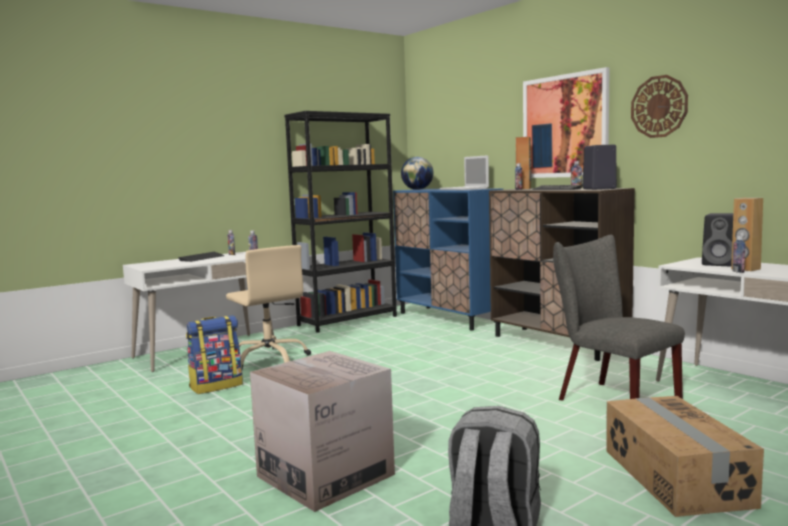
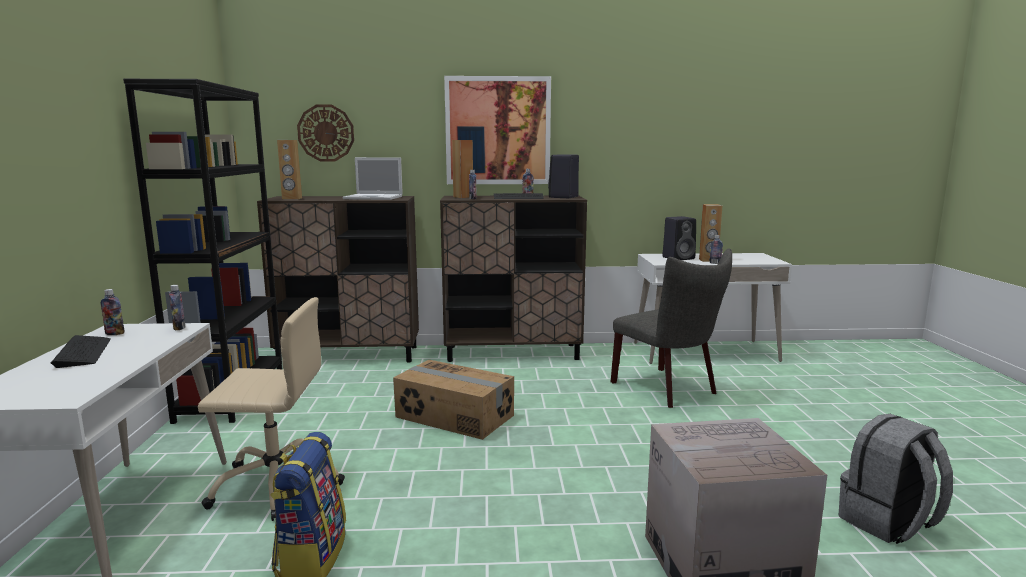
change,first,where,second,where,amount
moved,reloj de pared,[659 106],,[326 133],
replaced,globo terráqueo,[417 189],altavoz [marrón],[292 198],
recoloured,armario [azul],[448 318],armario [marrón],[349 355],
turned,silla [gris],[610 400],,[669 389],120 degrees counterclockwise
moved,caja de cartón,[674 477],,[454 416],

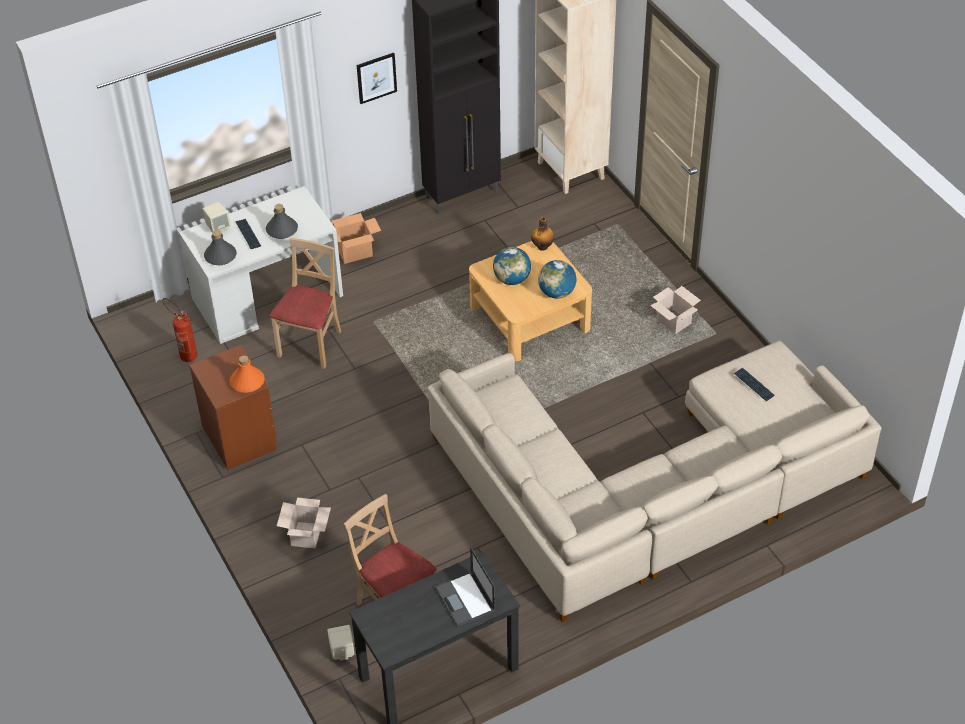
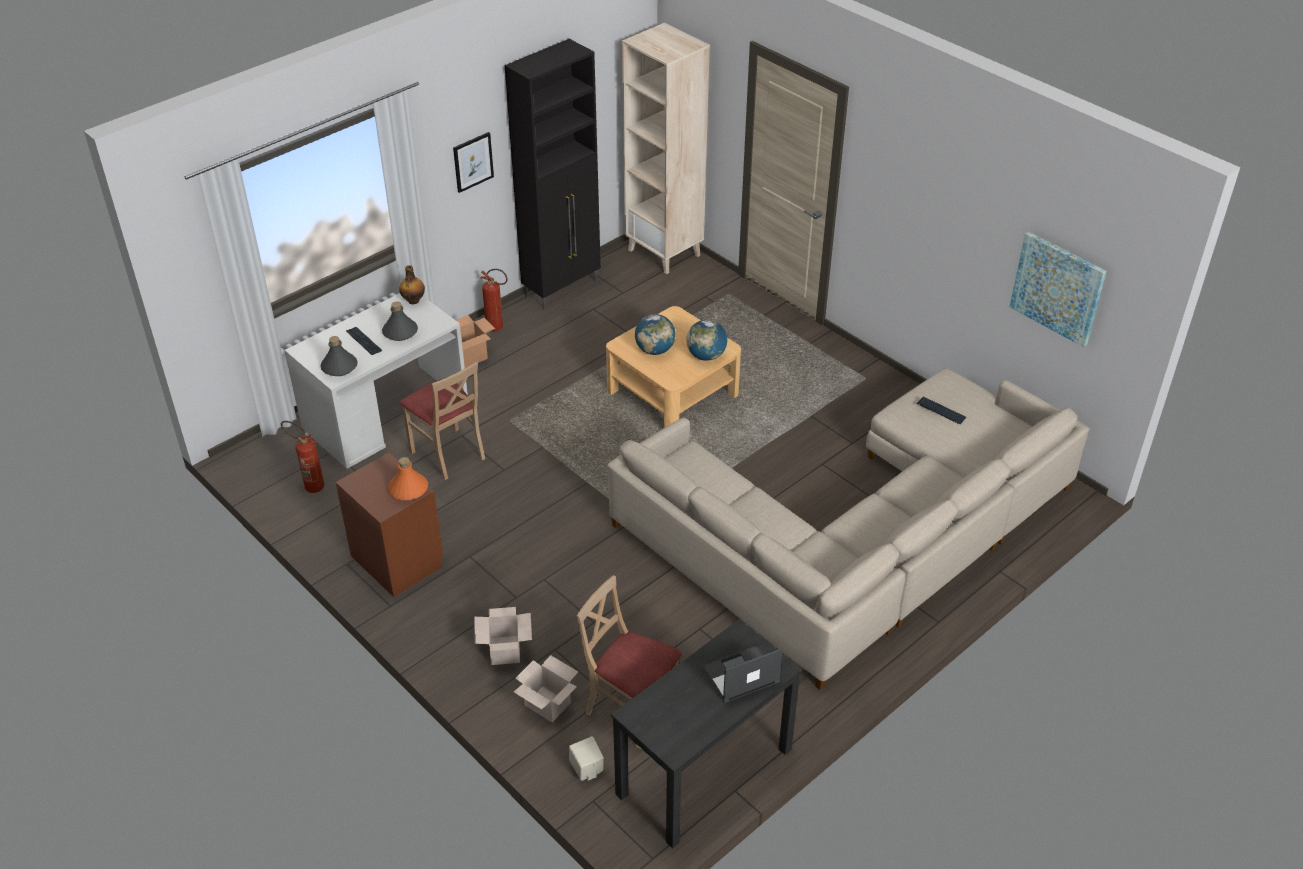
change,first,where,second,where,amount
removed,altavoz [beis],[218 227],,,
moved,botella,[542 246],,[413 300],
turned,silla [beis],[311 344],,[448 453],135 degrees clockwise
moved,caja de cartón,[674 322],,[549 704],
turned,portátil,[465 600],,[739 675],105 degrees clockwise
added,,,cuadro,[1057 288],
added,,,extintor,[498 328],

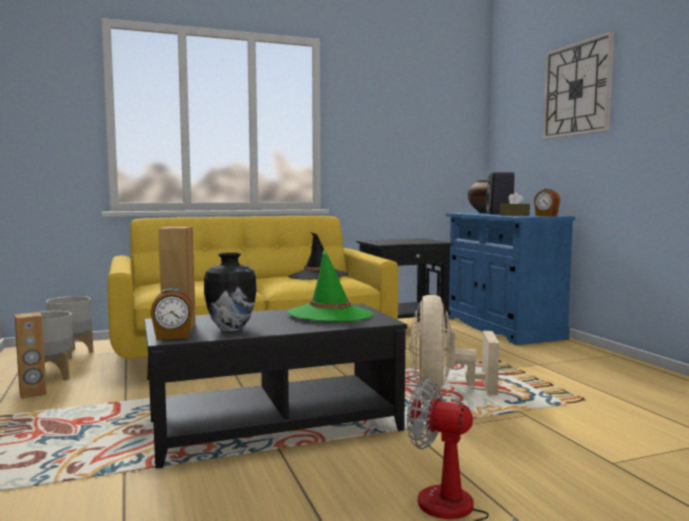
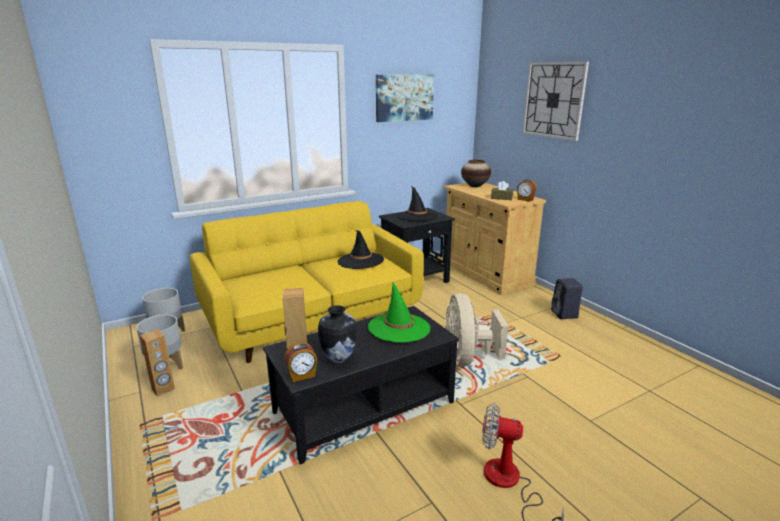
change,first,where,second,where,amount
moved,altavoz [negro],[500 214],,[565 314],
recoloured,armario [azul],[502 327],armario [beis],[485 273],
added,,,cuadro,[404 97],
added,,,sombrero [negro],[417 216],

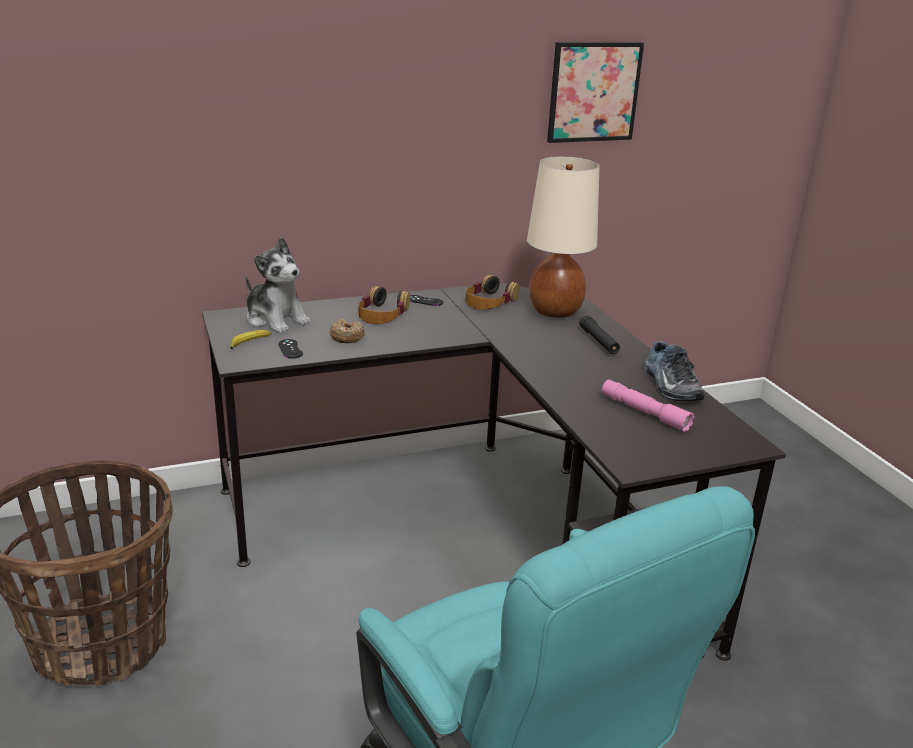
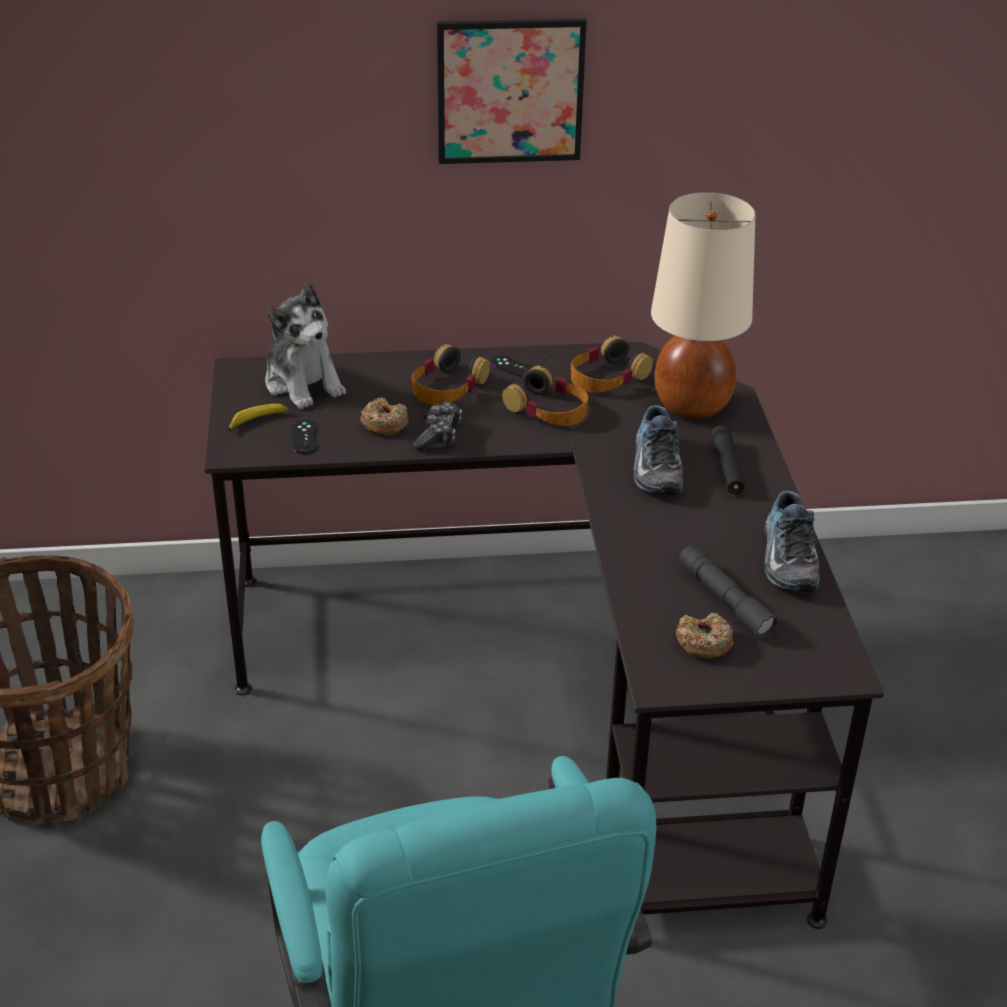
change,first,where,second,where,amount
moved,cuadro,[594 92],,[510 91],
recoloured,linterna [rosa],[644 412],linterna [gris],[725 600],
added,,,auriculares,[548 409],
added,,,mando de consola,[438 435],
added,,,zapato,[654 467],
added,,,rosquilla,[703 643],

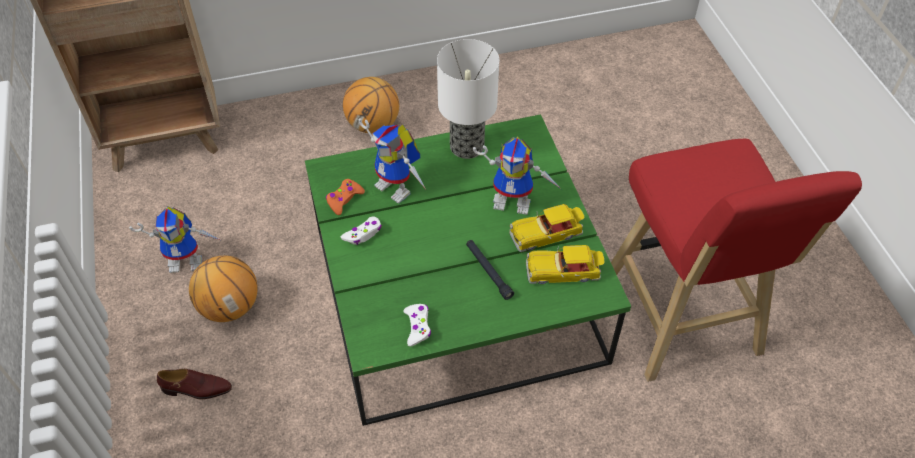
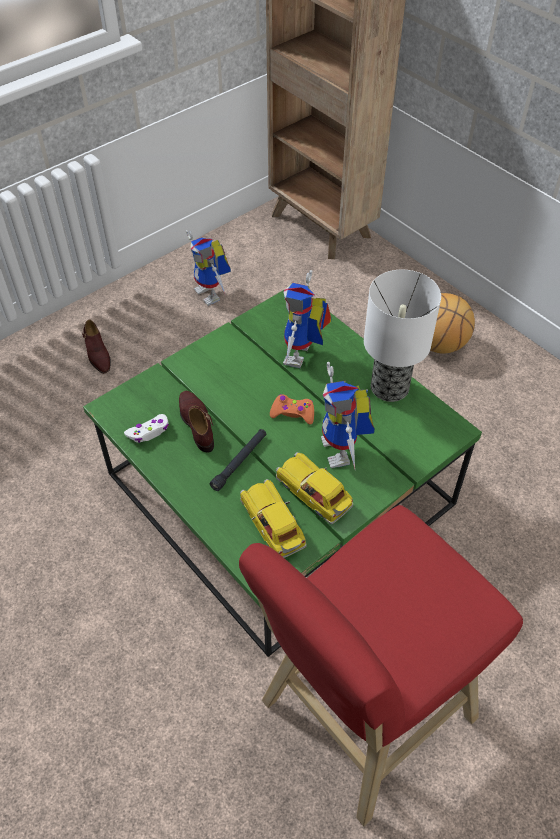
change,first,where,second,where,amount
moved,mando de consola [naranja],[344 199],,[293 413],
removed,mando de consola [blanco],[363 234],,,
removed,balón de baloncesto,[229 306],,,
added,,,zapato [marrón],[197 424],

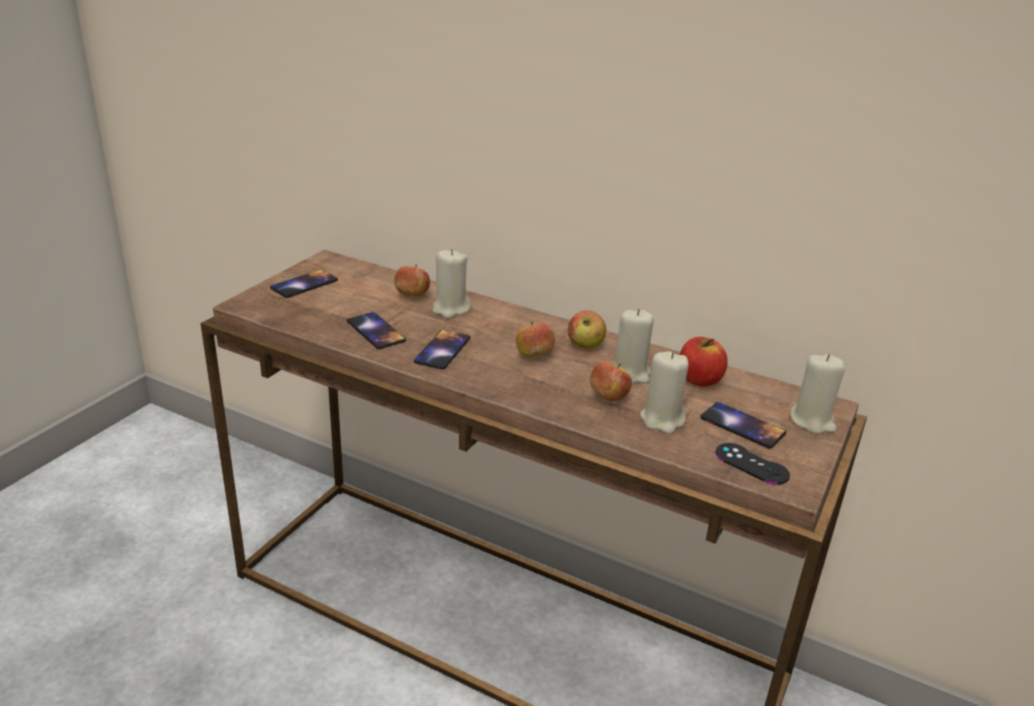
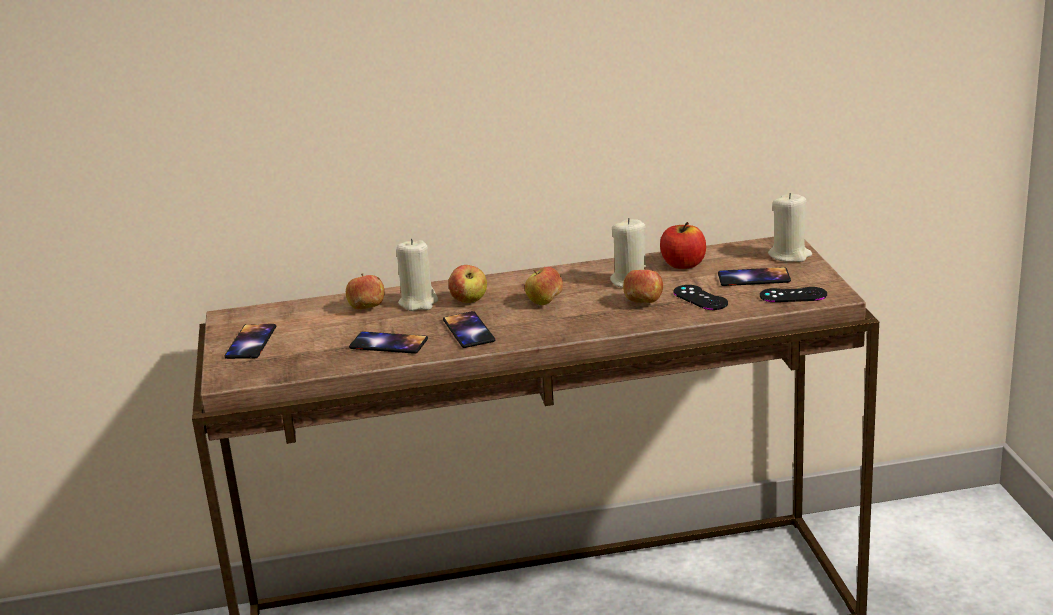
change,first,where,second,where,amount
moved,manzana,[585 346],,[469 301],
replaced,vela [beis],[662 420],mando de consola [negro],[700 298],

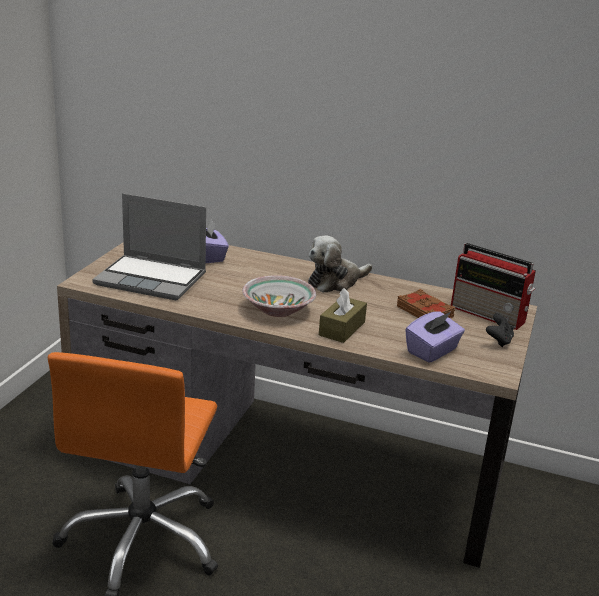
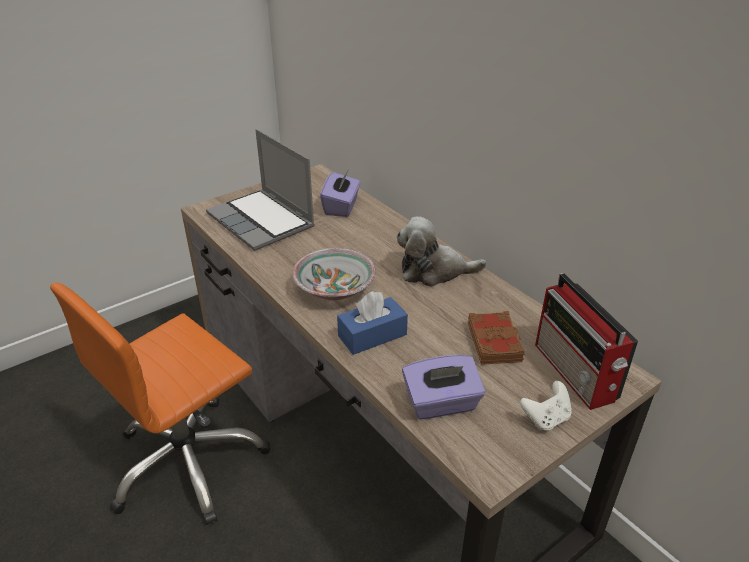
change,first,where,second,where,amount
recoloured,caja de pañuelos [marrón],[342 329],caja de pañuelos [azul],[372 335],
recoloured,mando de consola [negro],[498 341],mando de consola [blanco],[546 418],

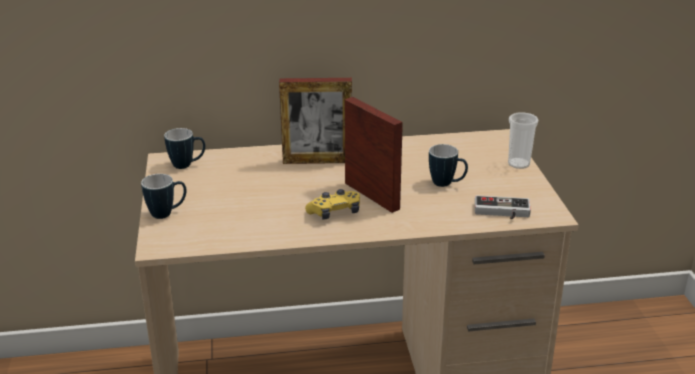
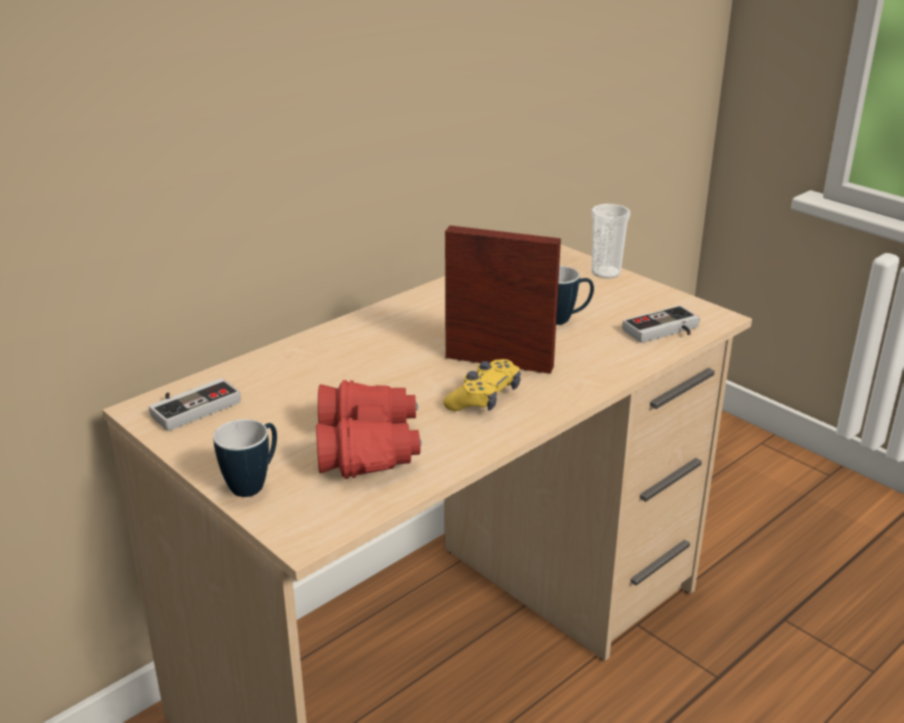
change,first,where,second,where,amount
removed,portarretratos,[317 161],,,
replaced,taza grande,[187 165],mando de consola,[192 406],
added,,,prismáticos [rojo],[369 447],

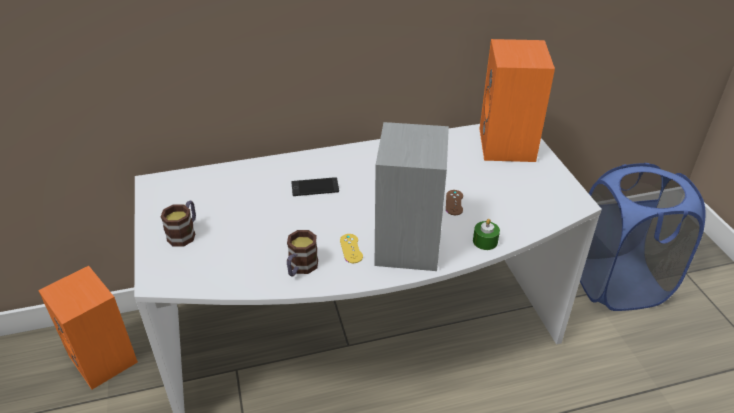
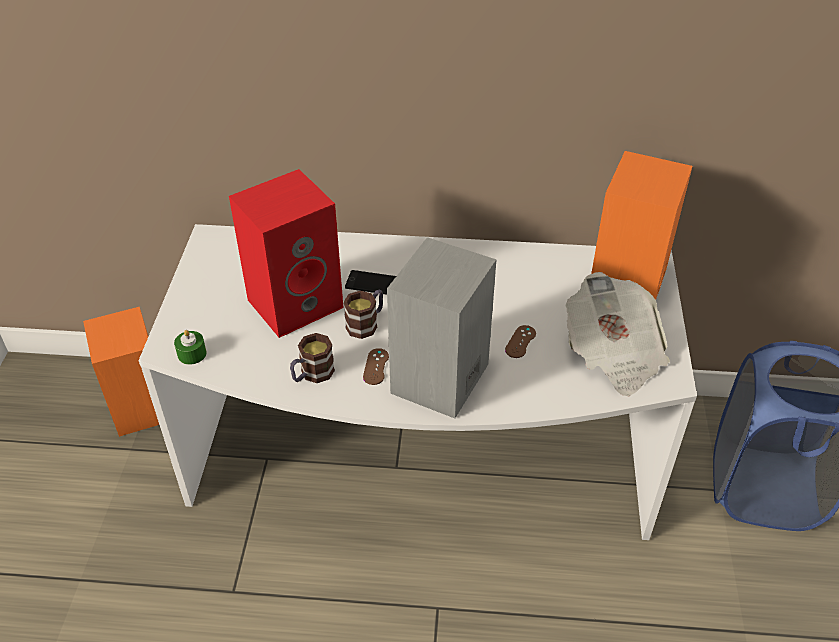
change,first,where,second,where,amount
moved,taza grande,[185 233],,[366 323],
moved,vela [verde],[485 241],,[192 354],
recoloured,mando de consola [amarillo],[351 248],mando de consola [marrón],[376 366],
added,,,altavoz [rojo],[296 302],
added,,,periódico,[613 354],

